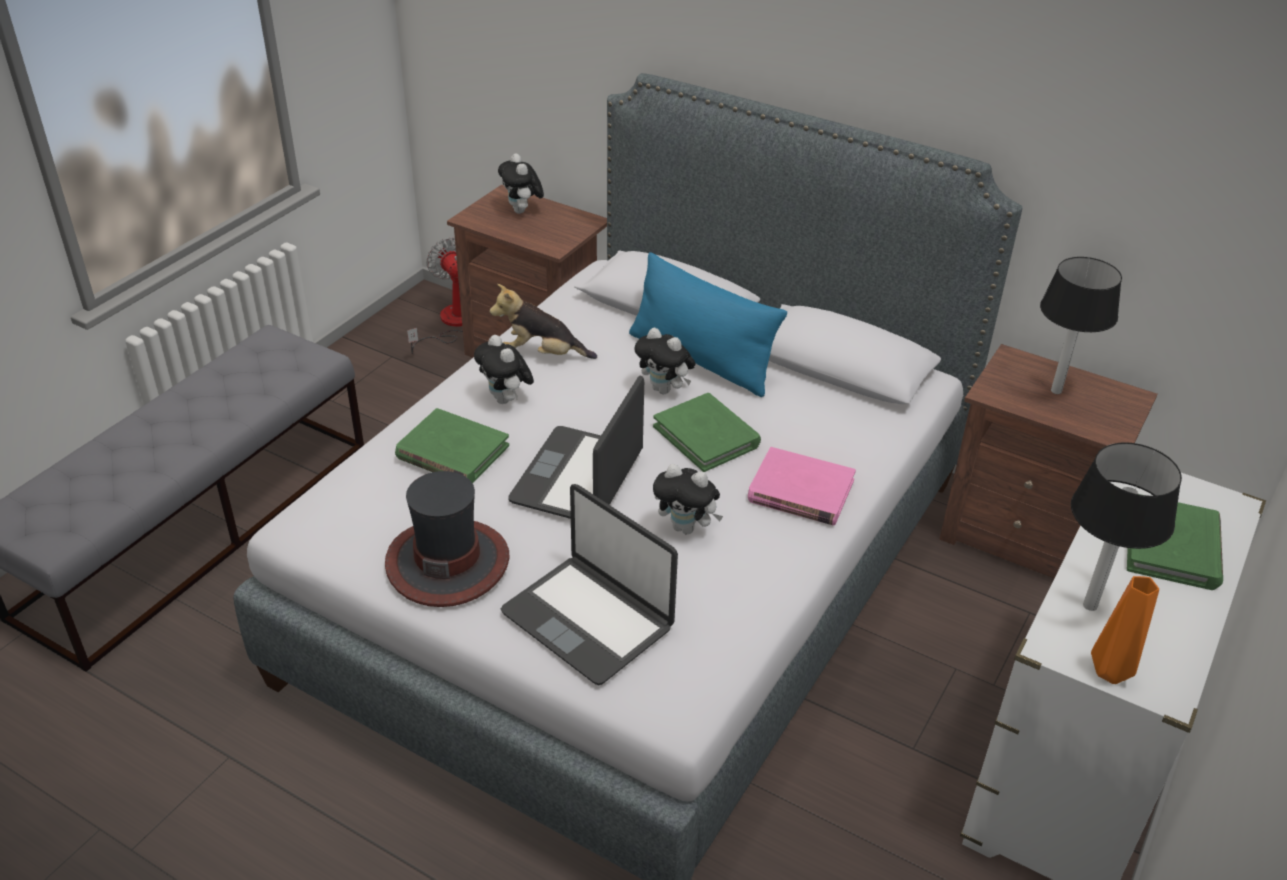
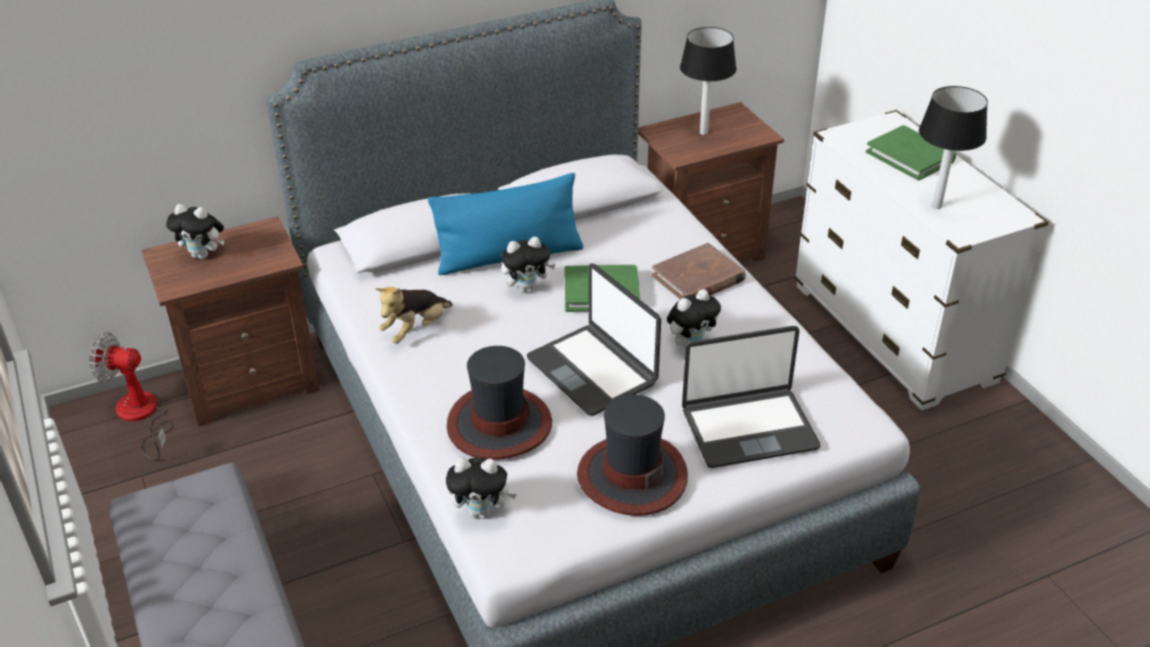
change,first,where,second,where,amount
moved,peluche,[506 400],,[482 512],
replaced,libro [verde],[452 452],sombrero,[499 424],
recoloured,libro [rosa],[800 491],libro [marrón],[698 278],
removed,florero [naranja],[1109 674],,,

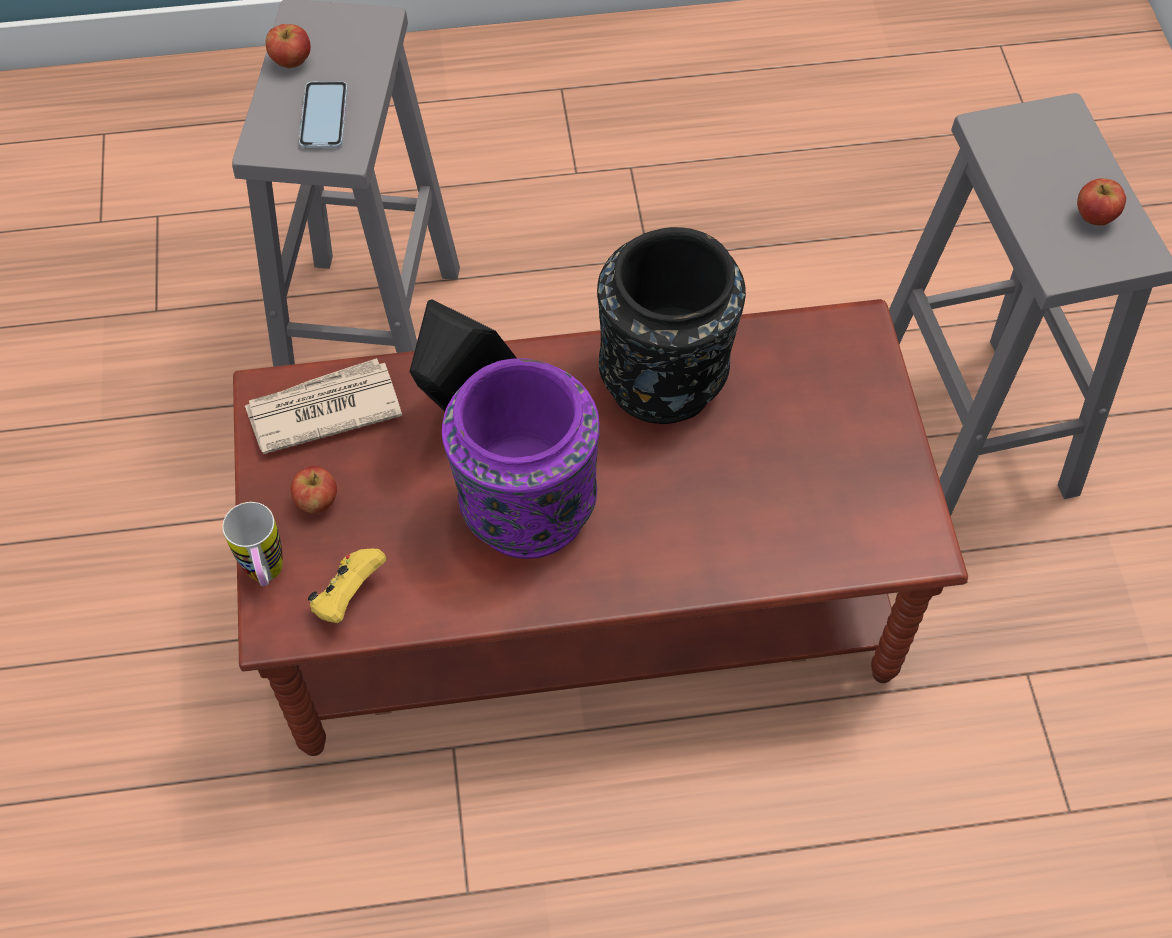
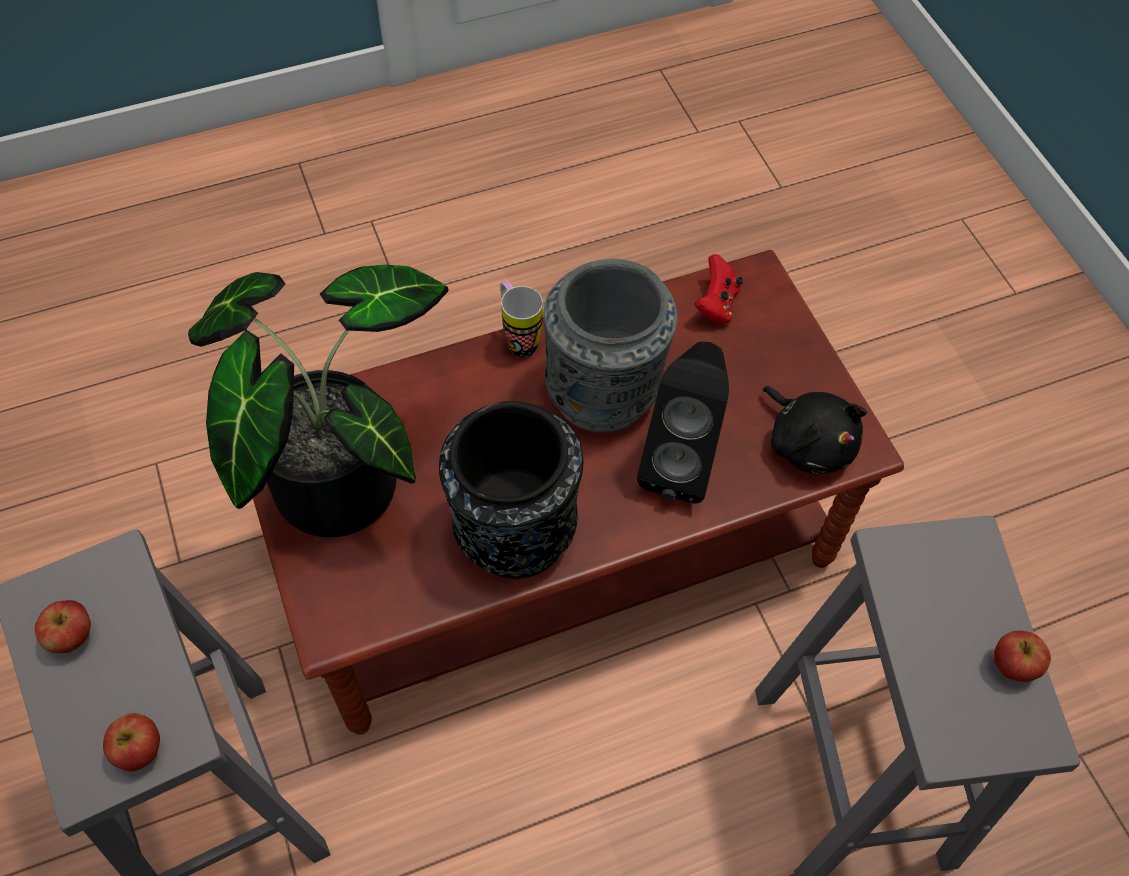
change,first,where,second,where,amount
removed,móvil,[324 116],,,
replaced,periódico,[322 410],peluche [negro],[808 442],
recoloured,florero [morado],[525 509],florero [gris],[604 393],
moved,manzana,[317 501],,[140 750],
moved,taza grande,[266 577],,[518 338],
recoloured,mando de consola [amarillo],[348 596],mando de consola [rojo],[716 304],
added,,,planta en maceta,[332 471],

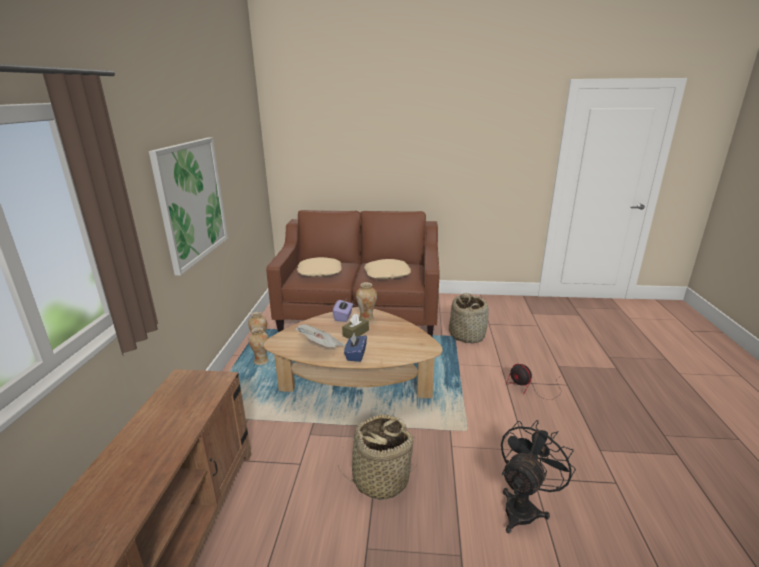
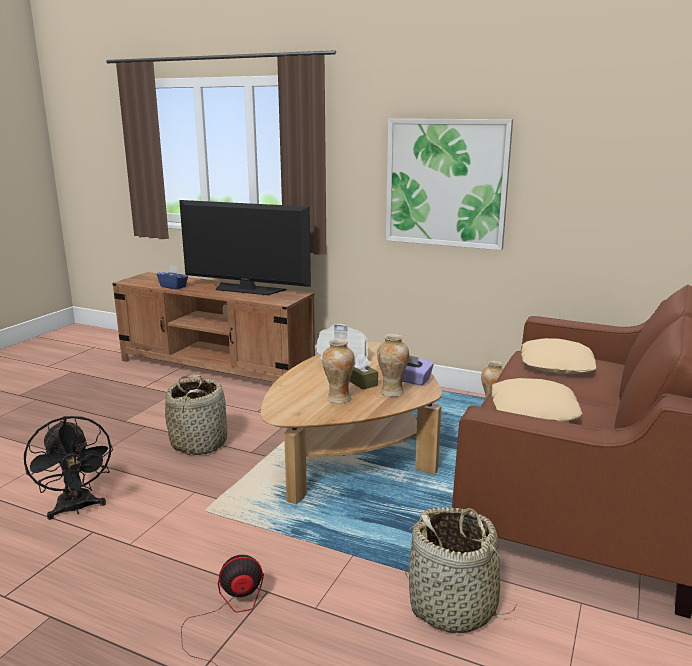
change,first,where,second,where,amount
moved,florero,[261 361],,[338 398],
moved,caja de pañuelos [azul],[355 355],,[173 287],
added,,,televisor,[247 289],

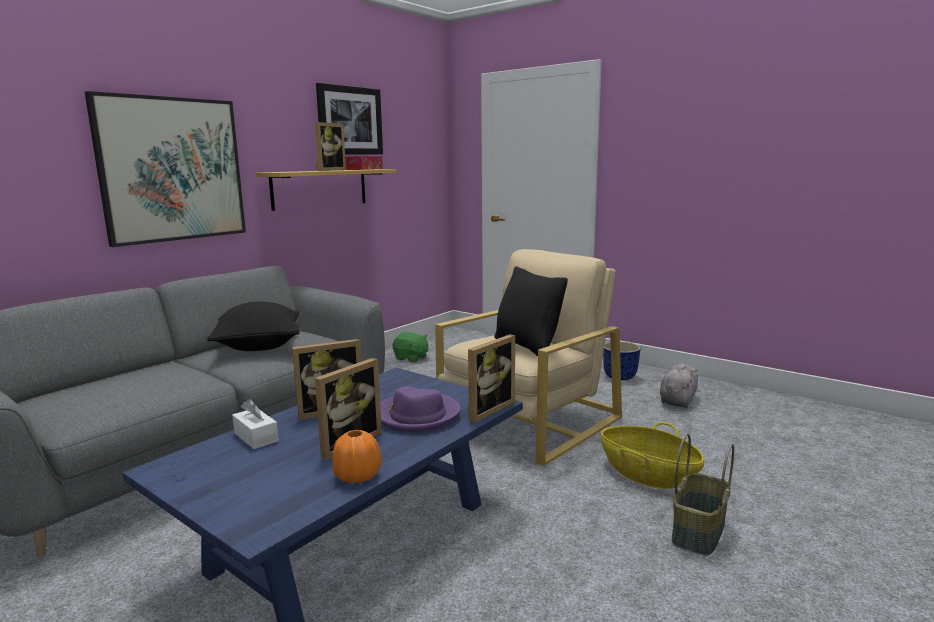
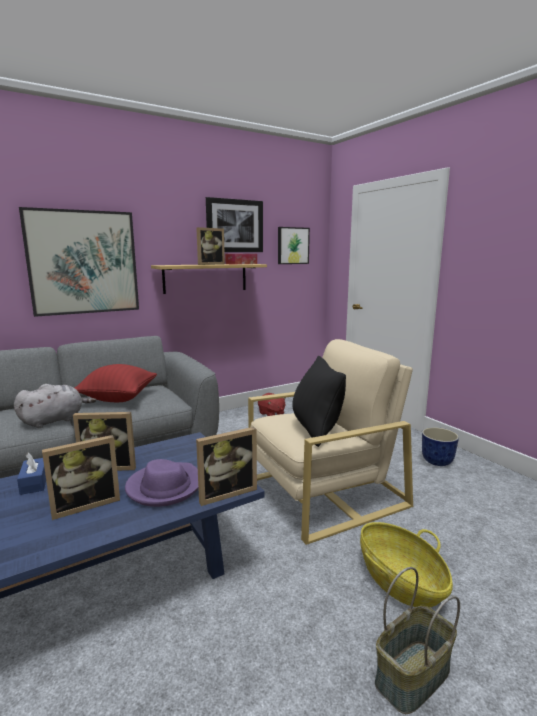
change,first,where,second,where,amount
recoloured,cojín [negro],[259 347],cojín [rojo],[118 398],
recoloured,peluche [verde],[411 358],peluche [rojo],[271 414],
moved,peluche [gris],[678 400],,[55 420],
recoloured,caja de pañuelos [blanco],[256 437],caja de pañuelos [azul],[34 482],
removed,florero [naranja],[357 476],,,
added,,,cuadro,[292 245],

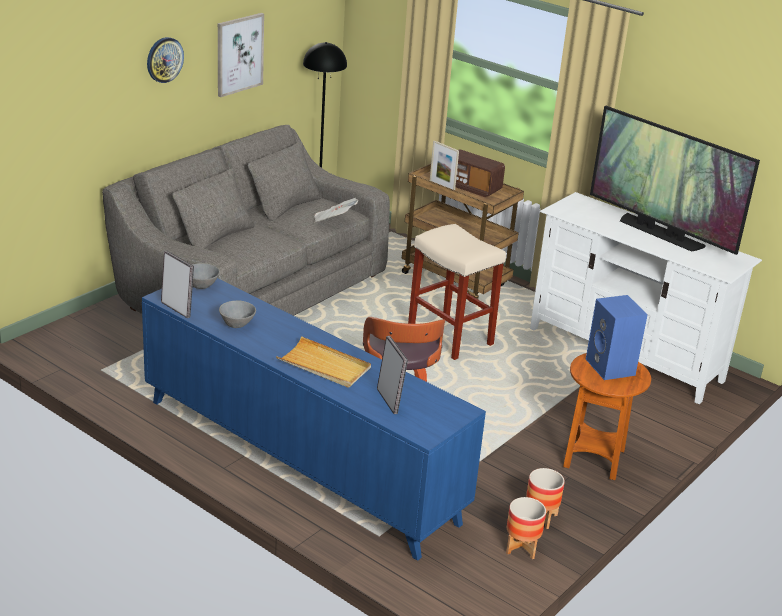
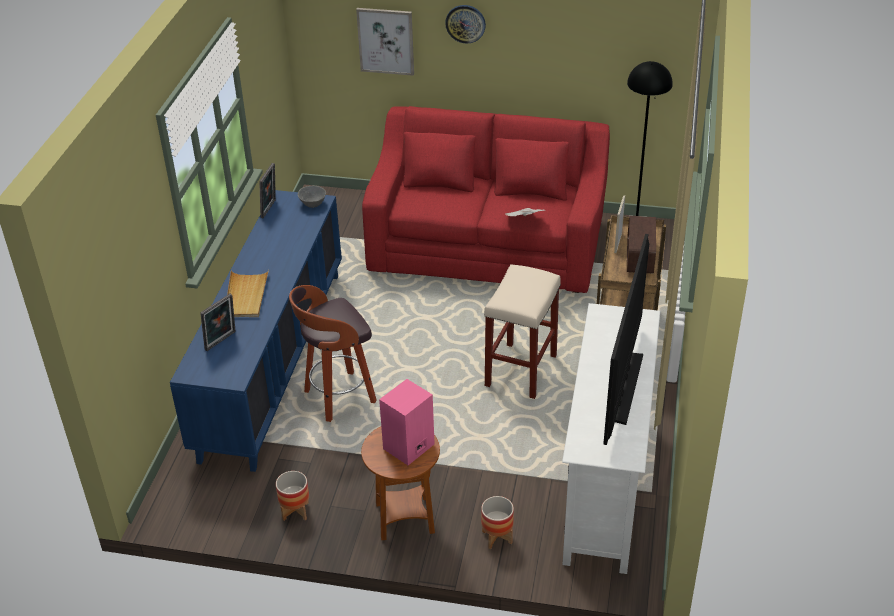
change,first,where,second,where,amount
moved,cuadro,[239 54],,[386 41],
recoloured,sofá [gris],[252 287],sofá [rojo],[487 244],
recoloured,altavoz [azul],[611 367],altavoz [rosa],[408 447],
removed,cuenco [gris],[238 324],,,
moved,maceta,[521 548],,[497 537],

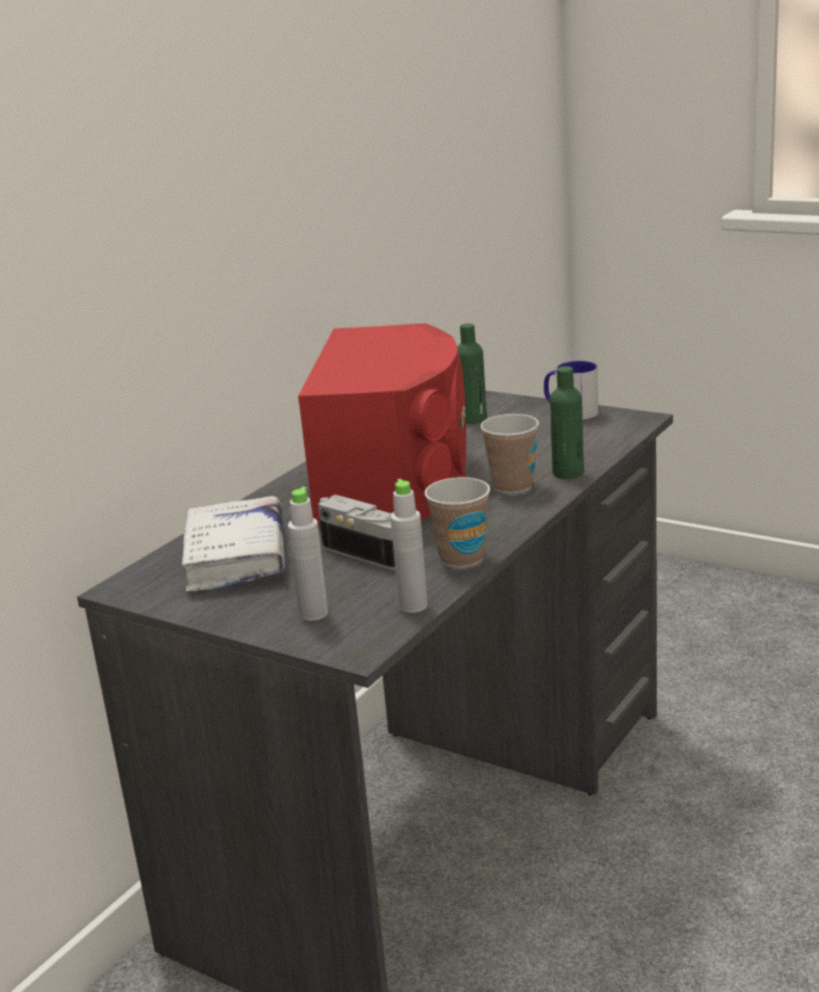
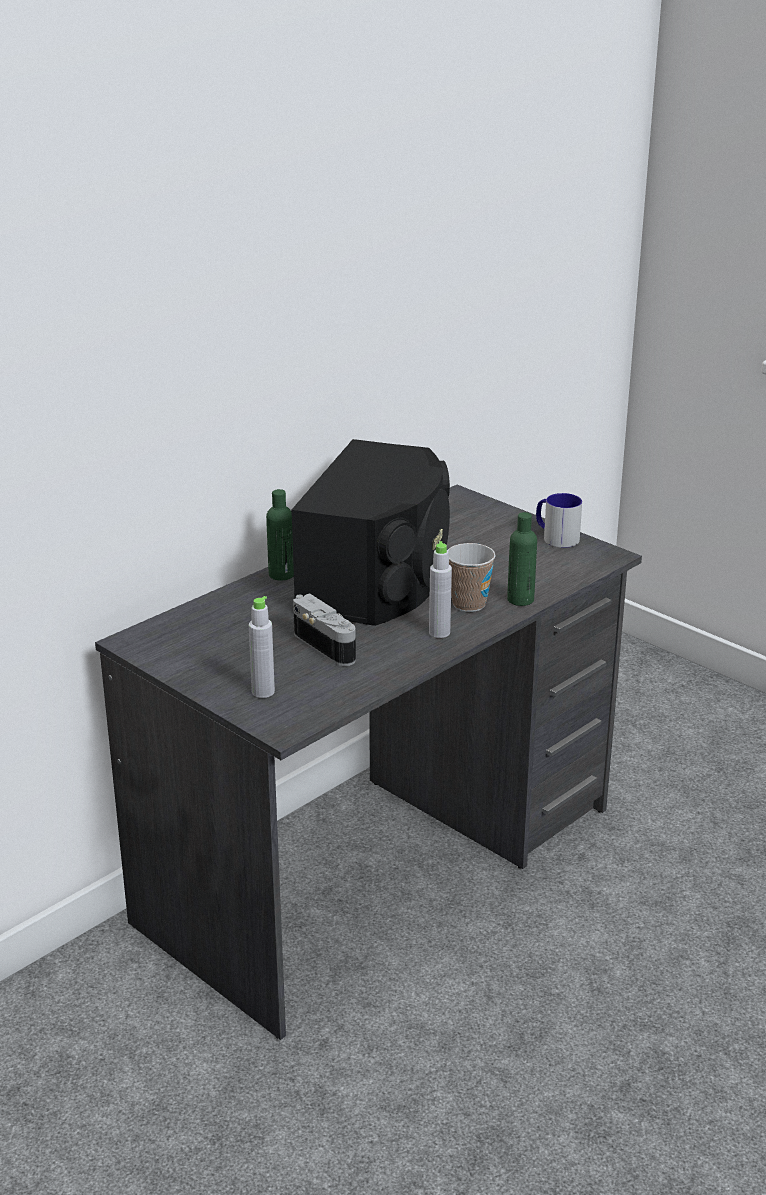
change,first,where,second,where,amount
recoloured,altavoz [rojo],[396 479],altavoz [negro],[378 579],
moved,botella [verde],[473 419],,[281 574],
removed,taza,[462 558],,,
moved,botella [gris],[413 606],,[439 632],
removed,libro [blanco],[236 557],,,

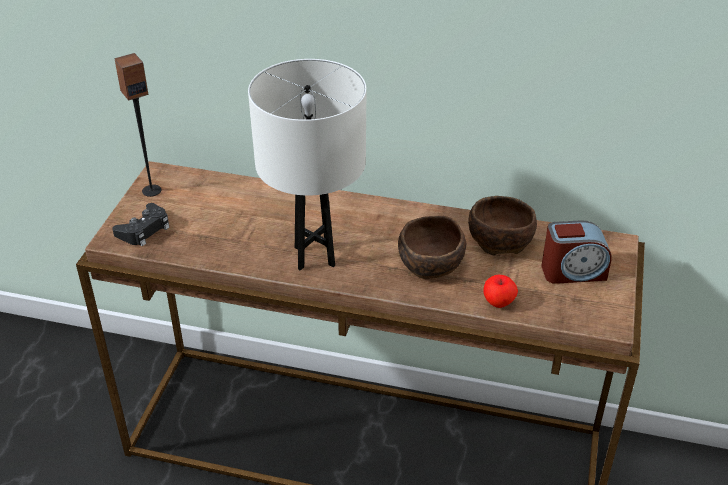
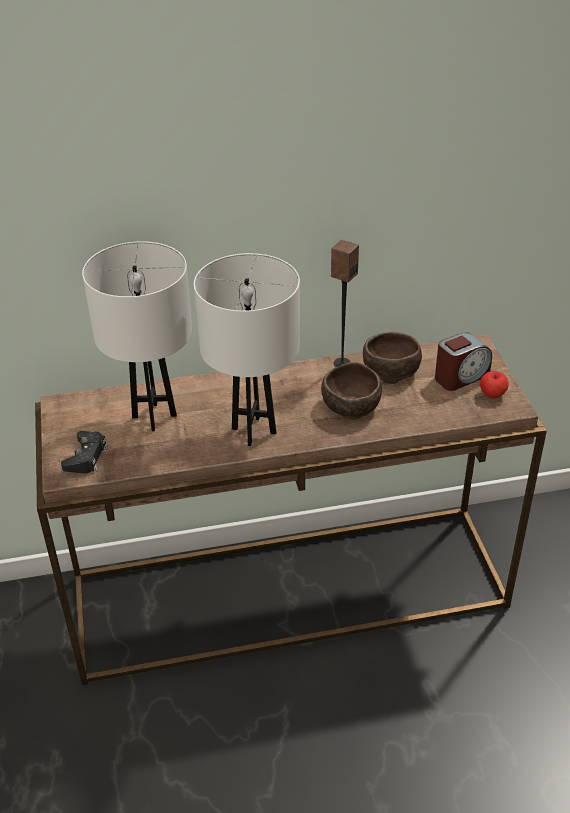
change,first,where,second,where,amount
moved,altavoz,[151 190],,[341 363],
moved,manzana,[498 302],,[492 394],
added,,,lámpara de mesa [blanco],[154 416],

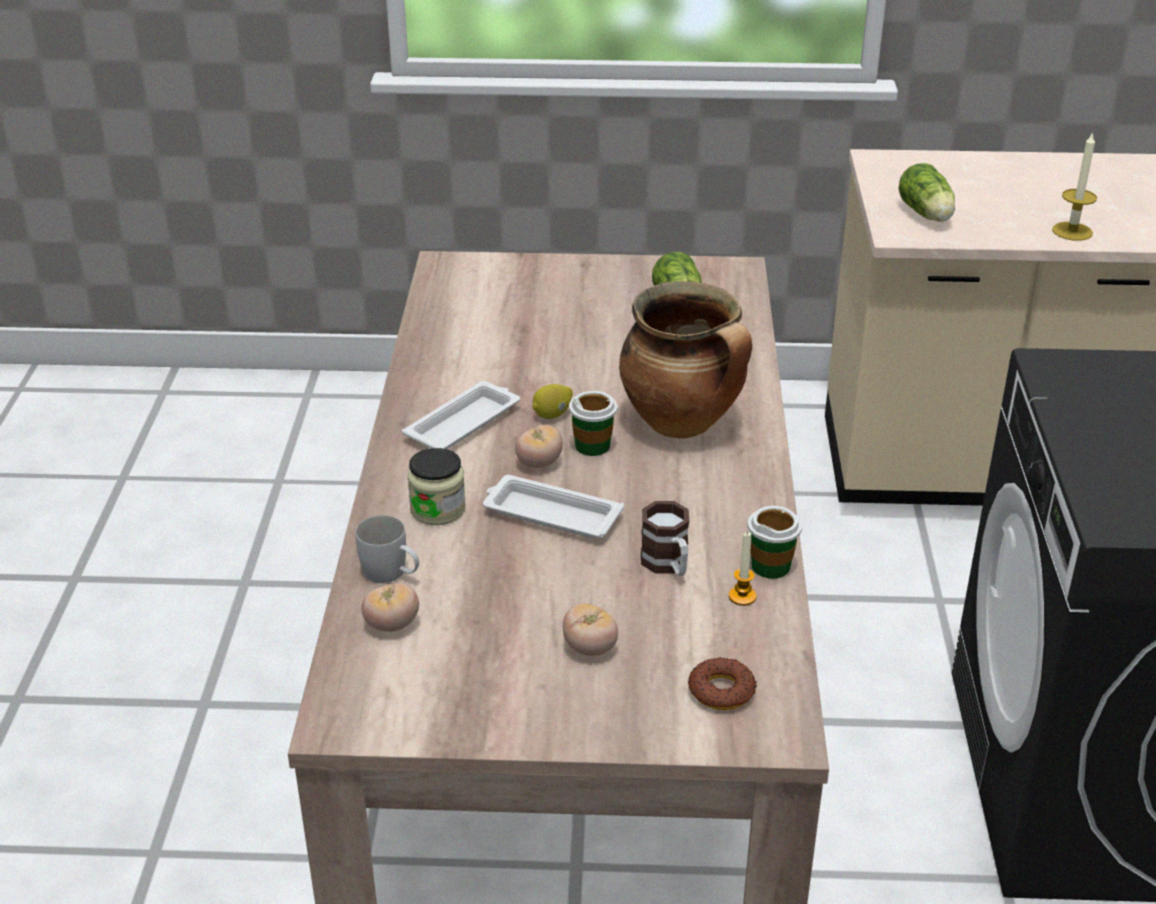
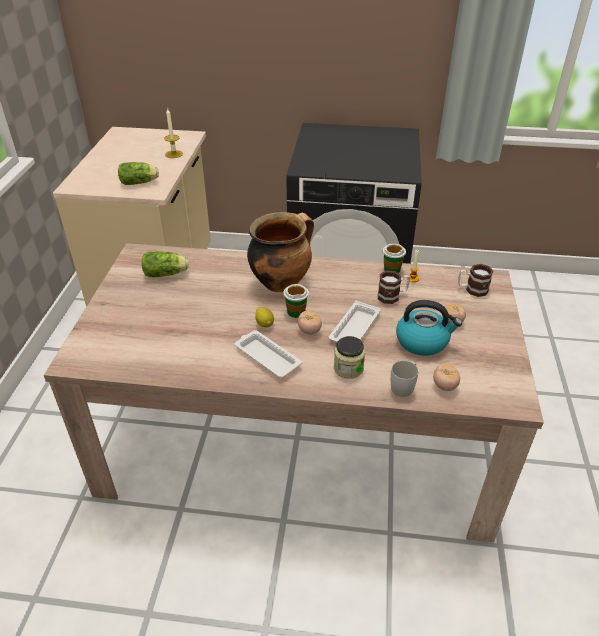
change,first,where,second,where,amount
replaced,rosquilla,[721 690],taza grande,[472 289],
added,,,hervidor,[423 341],

